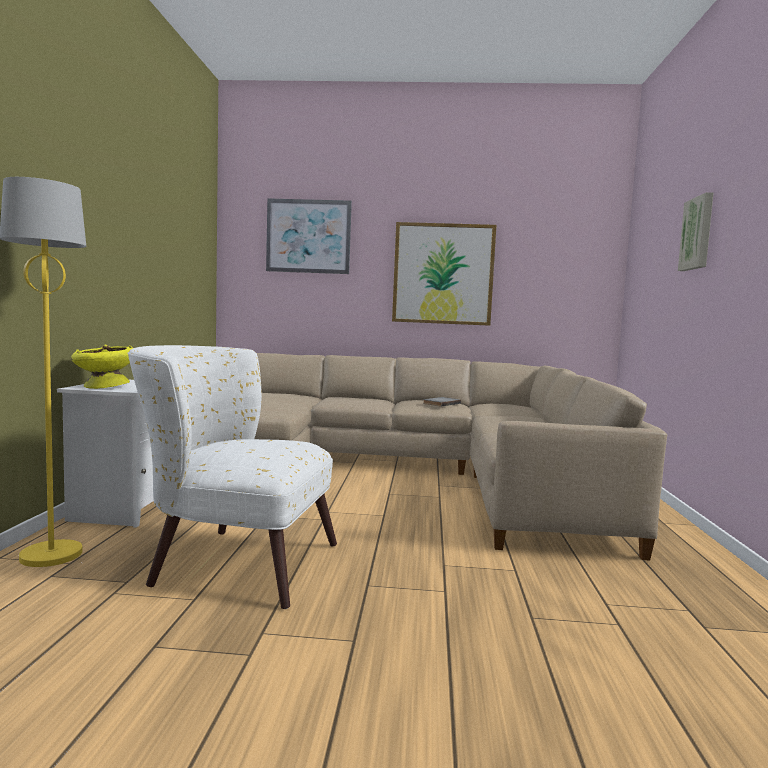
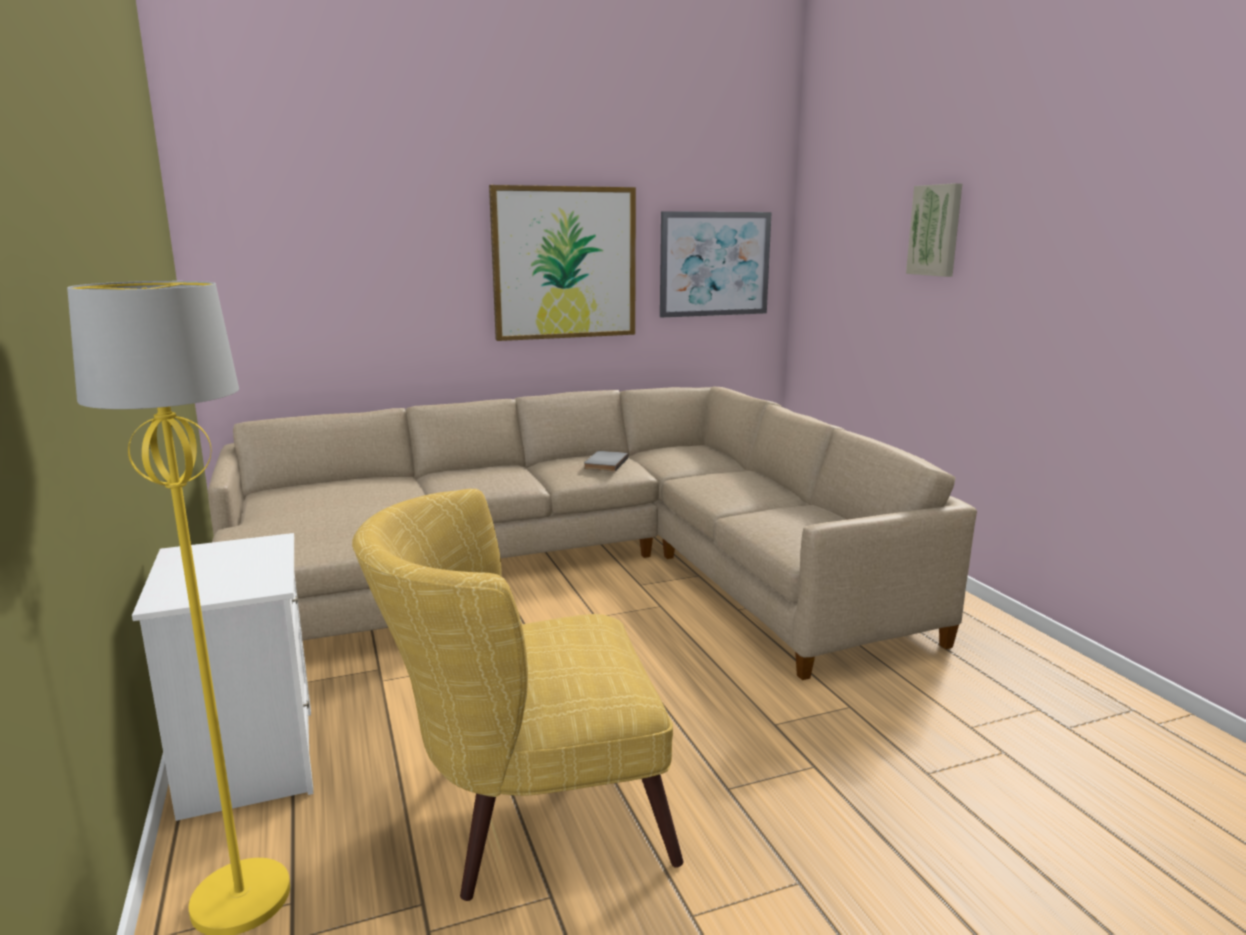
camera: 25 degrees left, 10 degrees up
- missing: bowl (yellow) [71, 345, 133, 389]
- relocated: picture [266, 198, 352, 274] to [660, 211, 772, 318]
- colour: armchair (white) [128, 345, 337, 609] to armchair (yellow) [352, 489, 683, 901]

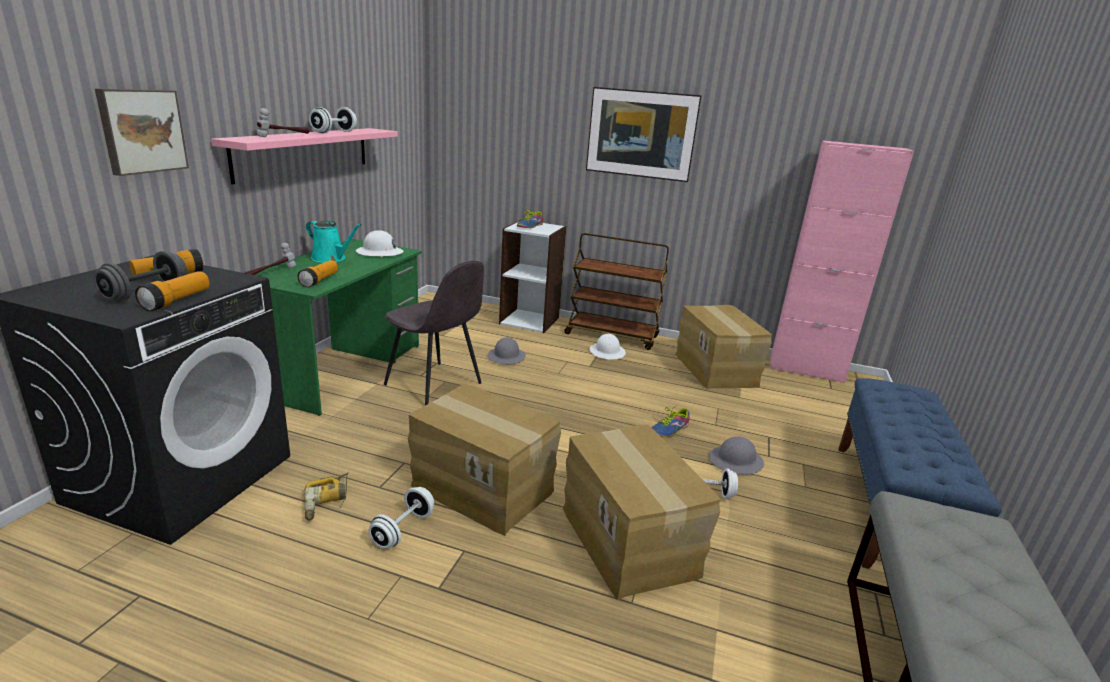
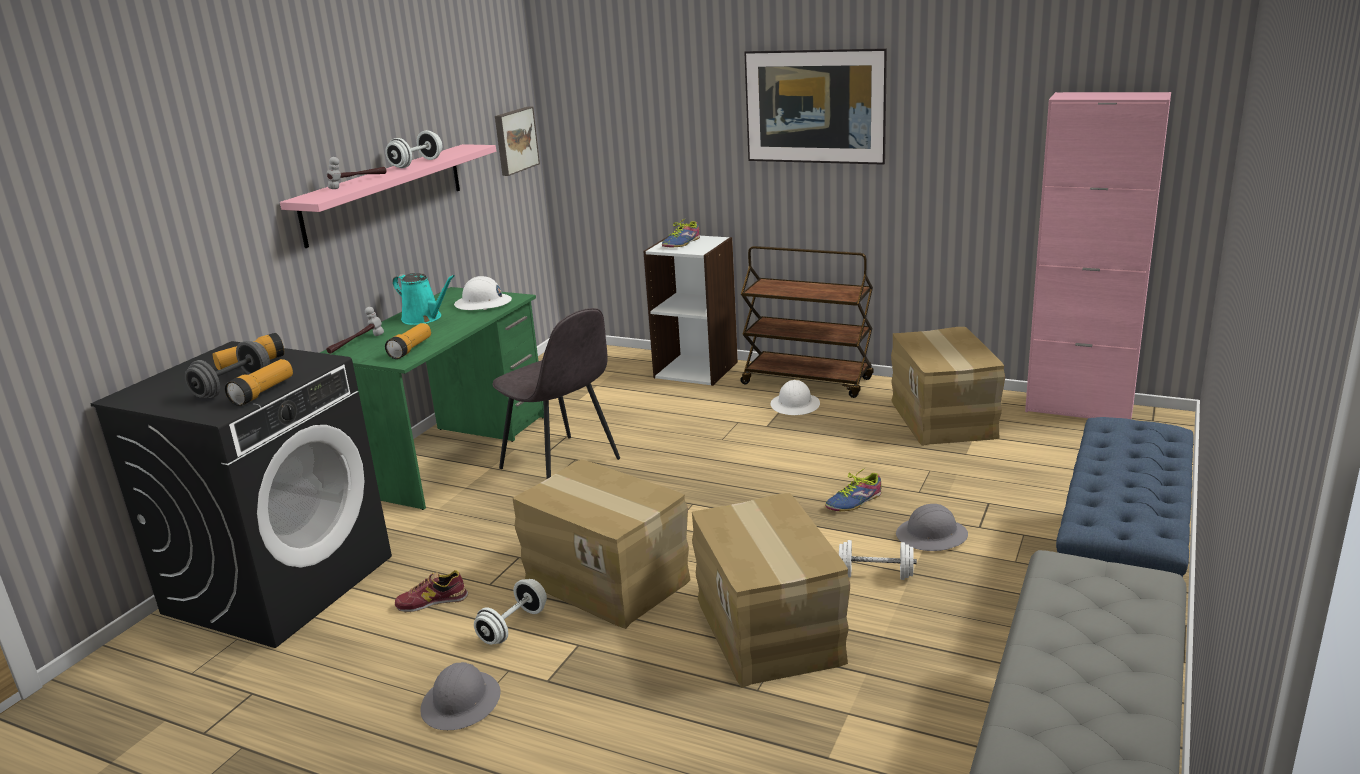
camera: 10 degrees right, 0 degrees up
- relocated: picture [95, 88, 189, 176] to [495, 107, 540, 176]
- relocated: hard hat (grey) [488, 337, 526, 365] to [420, 662, 501, 730]
- exchanged: power drill [304, 473, 349, 520] to shoe [395, 570, 468, 612]

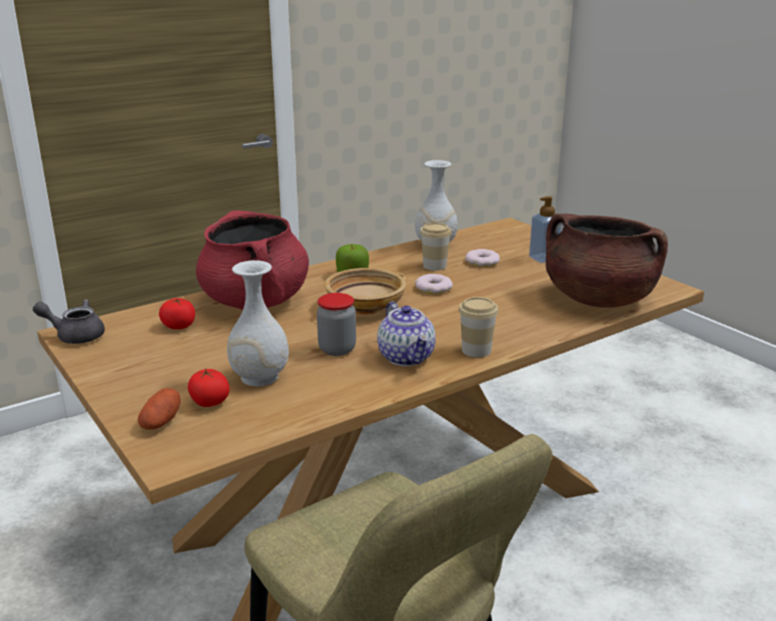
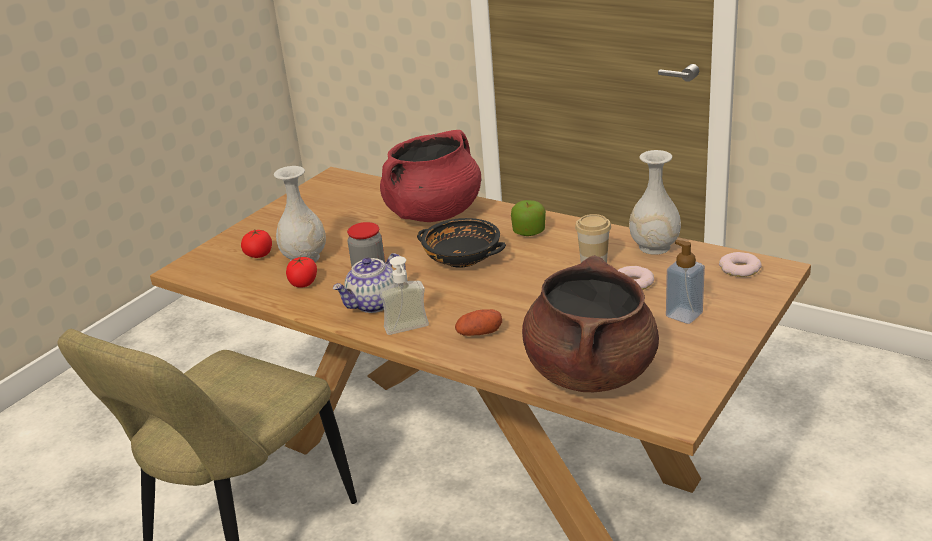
camera: 70 degrees right, 5 degrees up
- missing: teapot (grey) [33, 299, 105, 344]
- relocated: potato [138, 388, 180, 430] to [455, 309, 502, 336]
- relocated: tomato [159, 298, 195, 329] to [286, 257, 317, 287]
- relocated: donut [415, 274, 453, 294] to [719, 252, 762, 277]
- exchanged: cup [458, 297, 498, 357] to soap dispenser [379, 256, 429, 335]
- colour: bowl (beige) [325, 268, 406, 315] to bowl (black) [417, 218, 506, 268]

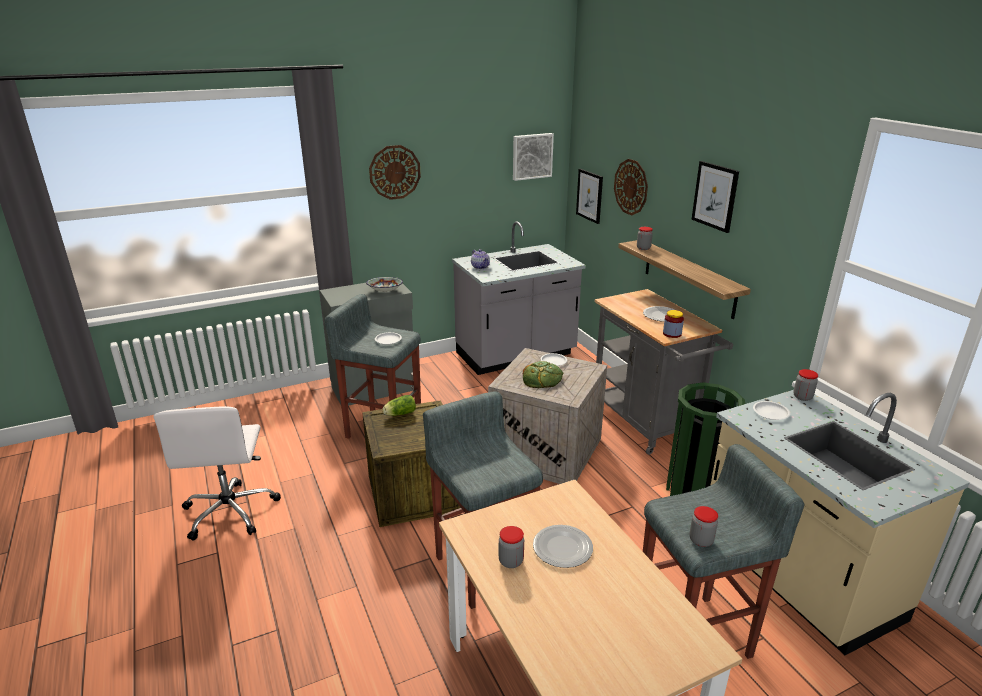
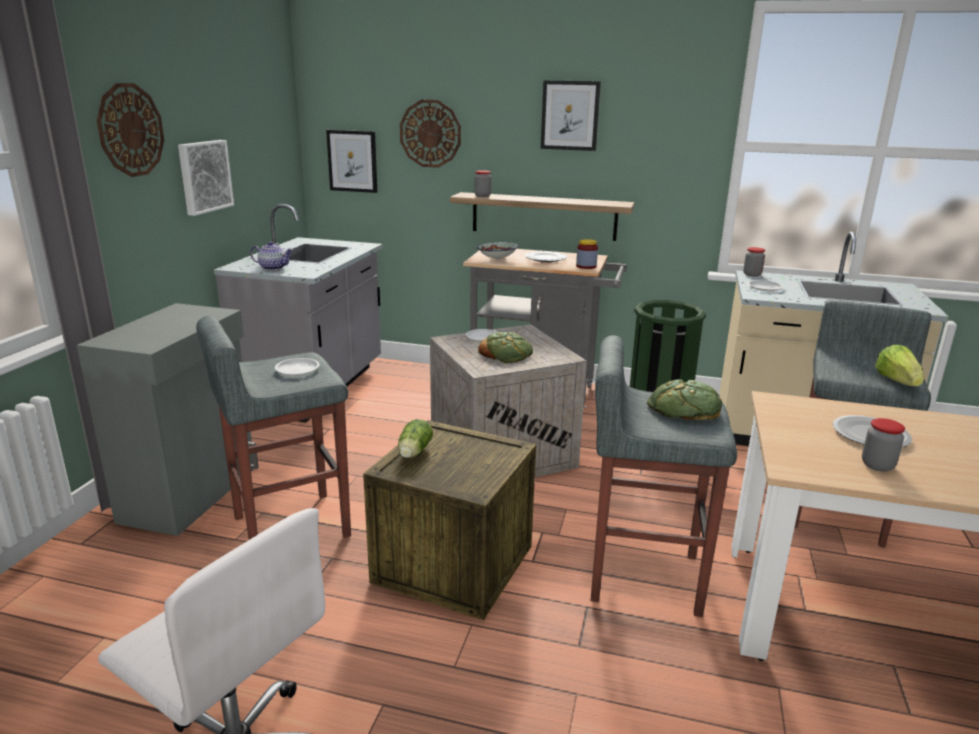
camera: 50 degrees left, 5 degrees down
- appeared: bread [647, 379, 722, 420]
- relocated: bowl [366, 277, 403, 292] to [477, 242, 519, 260]
- relocated: picture [513, 133, 554, 181] to [178, 140, 234, 216]
- exchanged: jar [690, 506, 718, 547] to lettuce [875, 345, 924, 386]

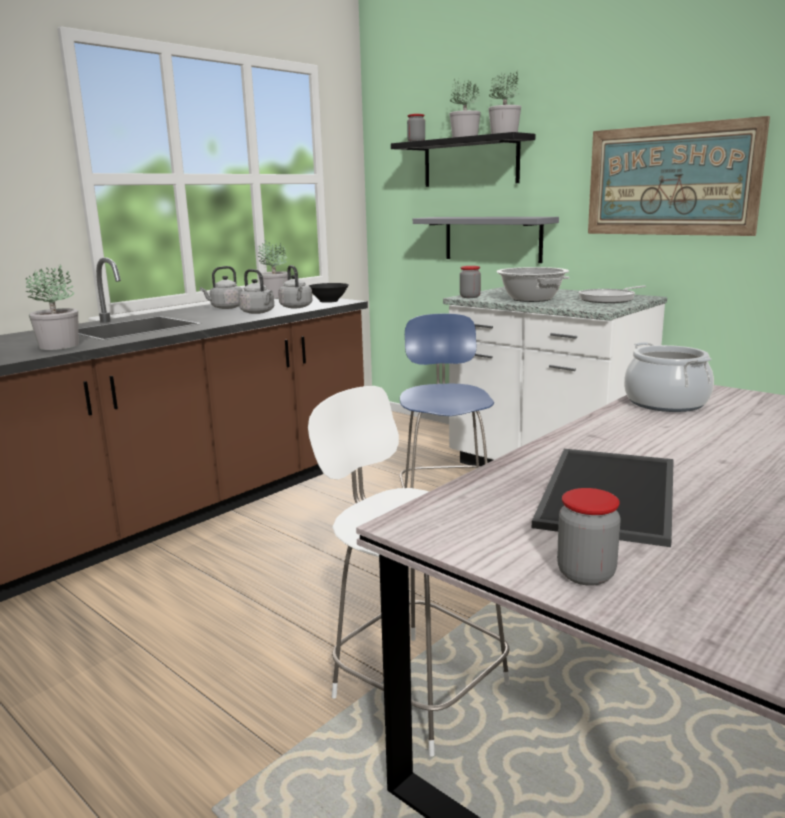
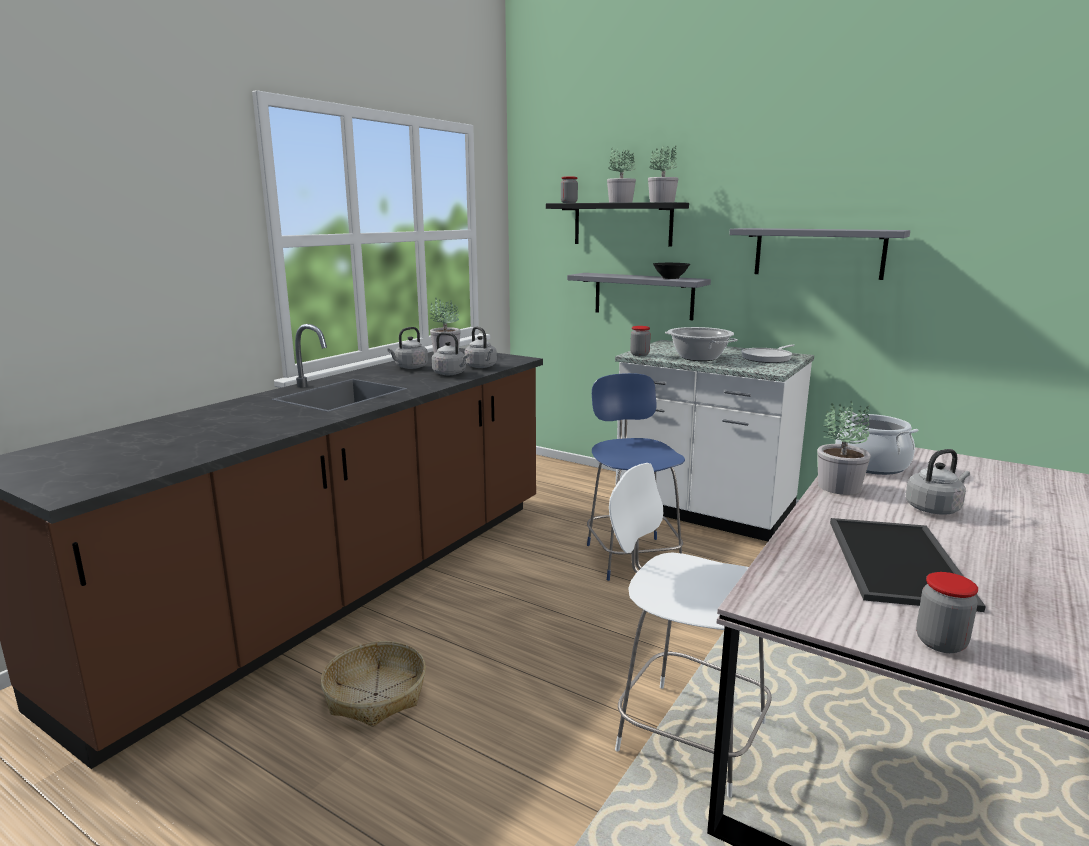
camera: 10 degrees left, 0 degrees up
- appeared: basket [321, 641, 426, 727]
- appeared: kettle (grey) [905, 449, 970, 515]
- relocated: potted plant [26, 265, 79, 350] to [817, 401, 871, 495]
- relocated: bowl (black) [309, 283, 349, 303] to [653, 263, 690, 279]
- exchanged: picture [588, 116, 770, 236] to shelf (grey) [729, 228, 910, 280]

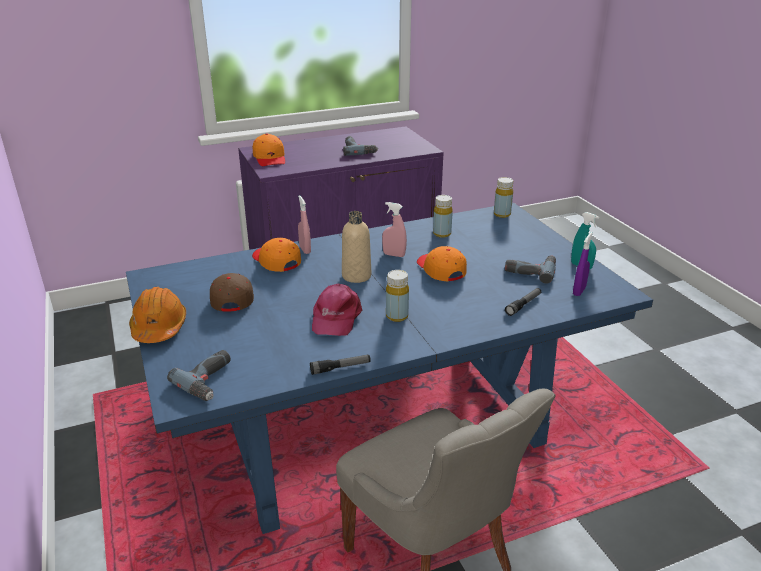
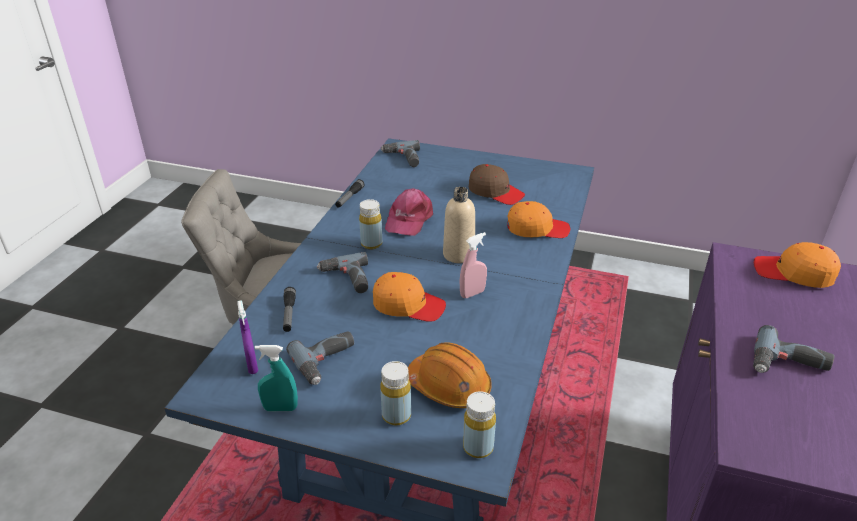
camera: 130 degrees right, 5 degrees up
- missing: spray bottle (pink) [298, 195, 311, 254]
- appeared: power drill [317, 252, 368, 293]
- relocated: hard hat (orange) [129, 287, 186, 343] to [408, 342, 492, 408]
- relocated: bottle (yellow) [433, 195, 453, 238] to [380, 361, 411, 426]
- spun: cap (pink) [312, 284, 362, 336] = [385, 188, 433, 236] 120 degrees counterclockwise

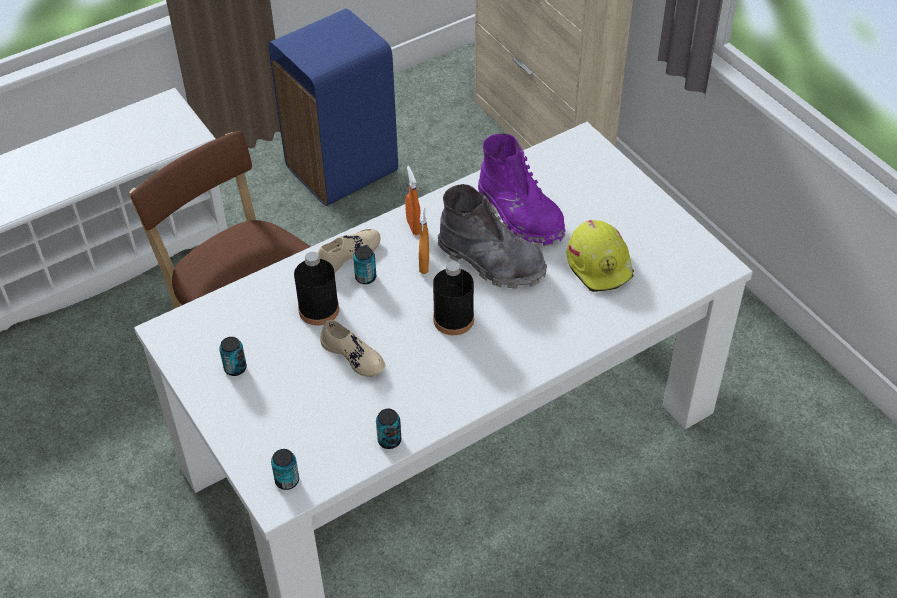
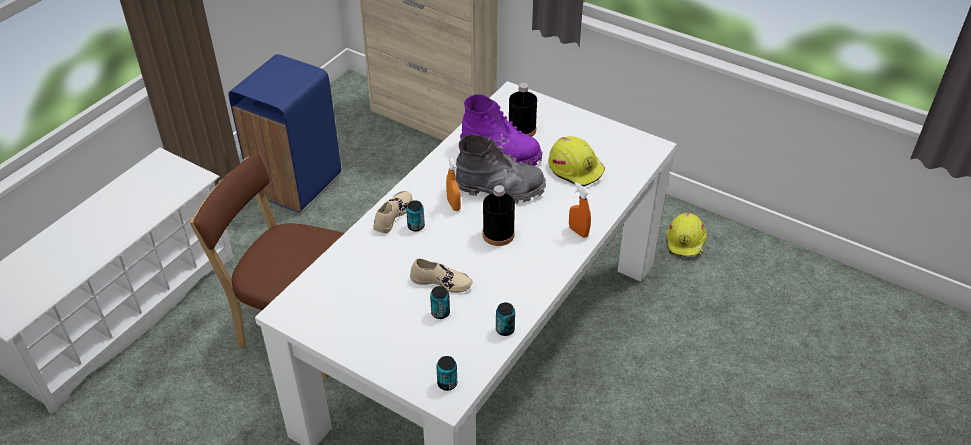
camera: 25 degrees left, 5 degrees down
- appeared: hard hat (yellow) [667, 213, 707, 257]
- relocated: can [219, 337, 247, 376] to [430, 286, 450, 319]
- relocated: bottle (black) [294, 252, 339, 325] to [509, 83, 537, 137]
- relocated: spray bottle (orange) [405, 166, 421, 235] to [569, 182, 591, 238]

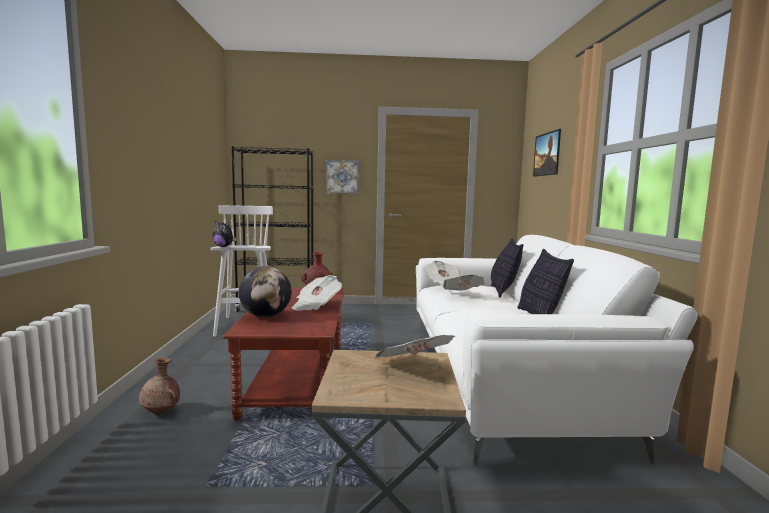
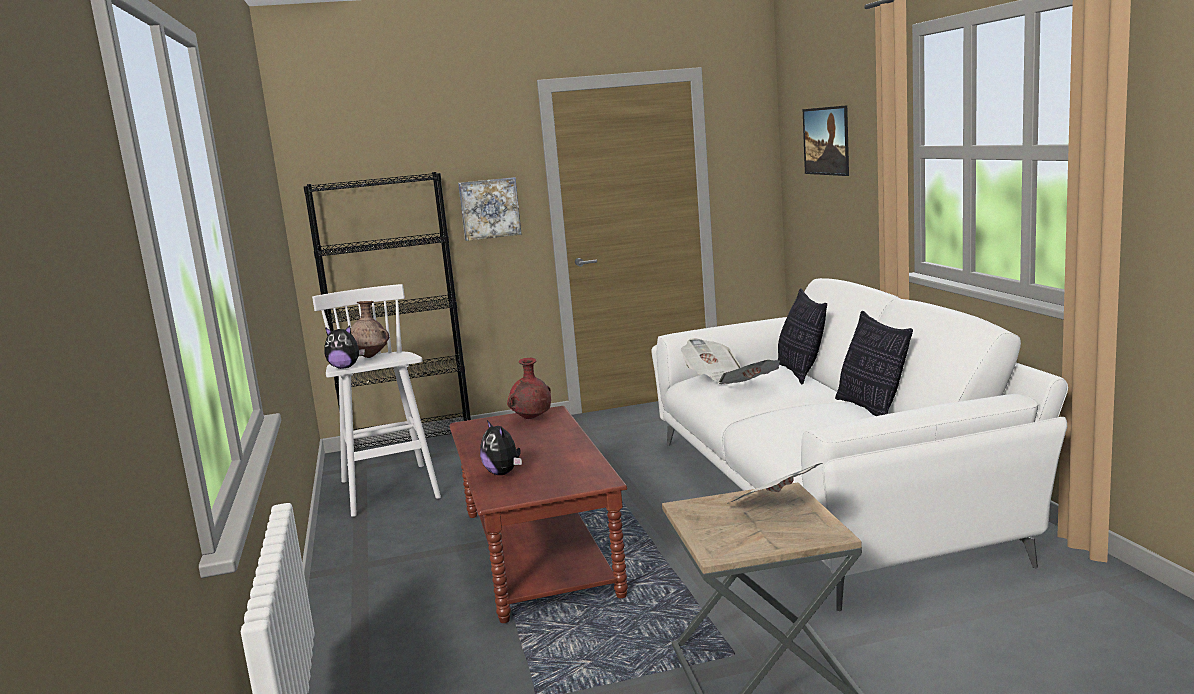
camera: 10 degrees left, 5 degrees up
- missing: newspaper [292, 275, 342, 311]
- relocated: vase (brown) [139, 358, 180, 415] to [351, 301, 389, 358]
- exchanged: globe [239, 266, 292, 317] to plush toy [480, 420, 522, 475]

